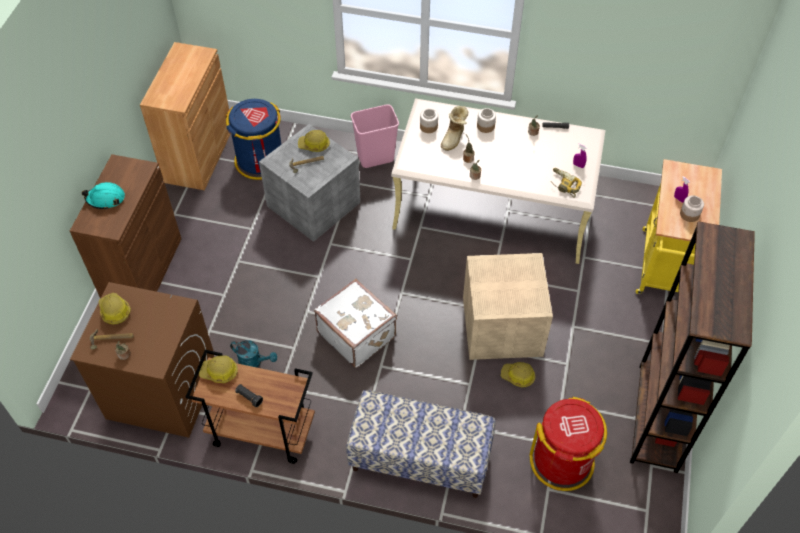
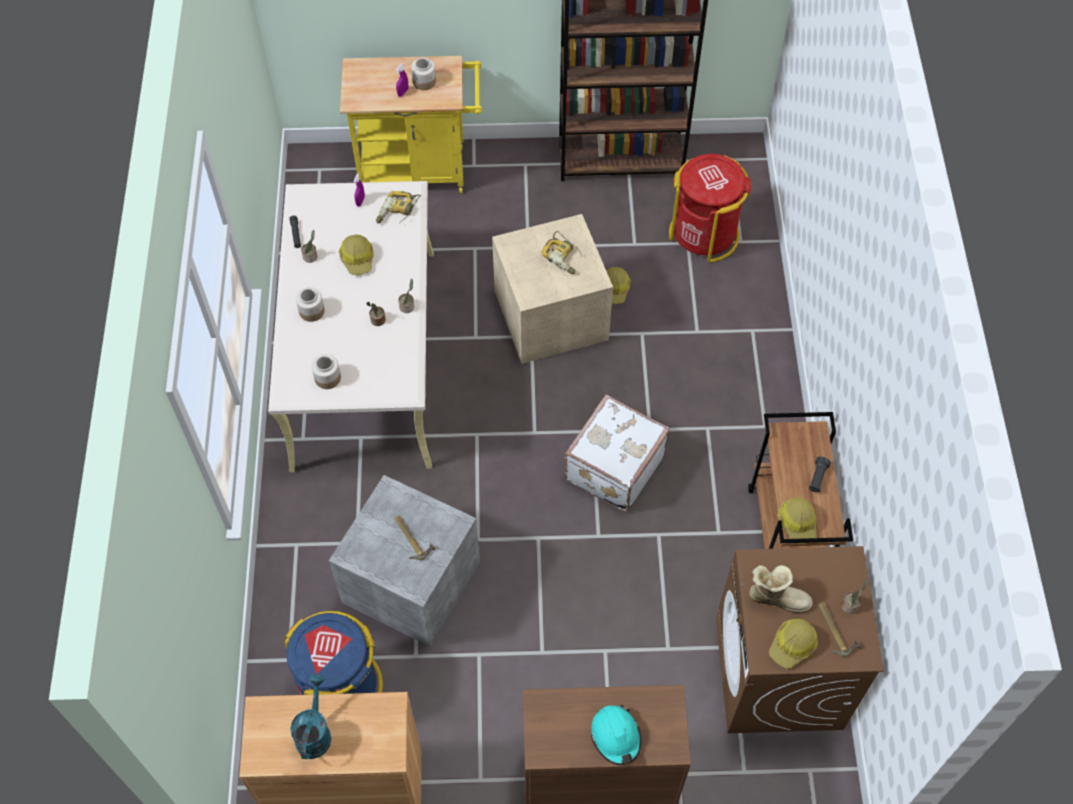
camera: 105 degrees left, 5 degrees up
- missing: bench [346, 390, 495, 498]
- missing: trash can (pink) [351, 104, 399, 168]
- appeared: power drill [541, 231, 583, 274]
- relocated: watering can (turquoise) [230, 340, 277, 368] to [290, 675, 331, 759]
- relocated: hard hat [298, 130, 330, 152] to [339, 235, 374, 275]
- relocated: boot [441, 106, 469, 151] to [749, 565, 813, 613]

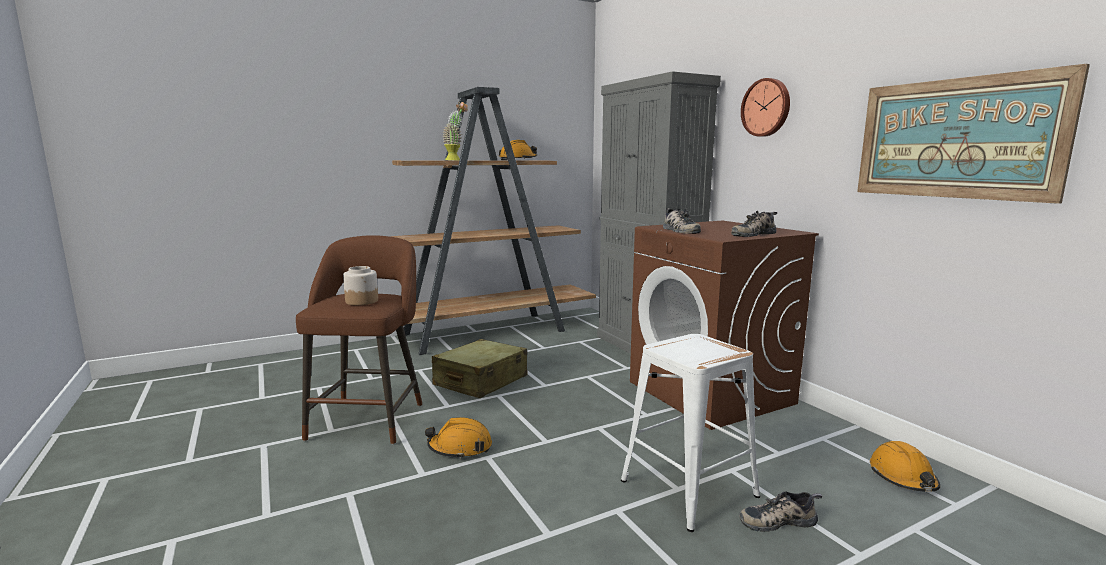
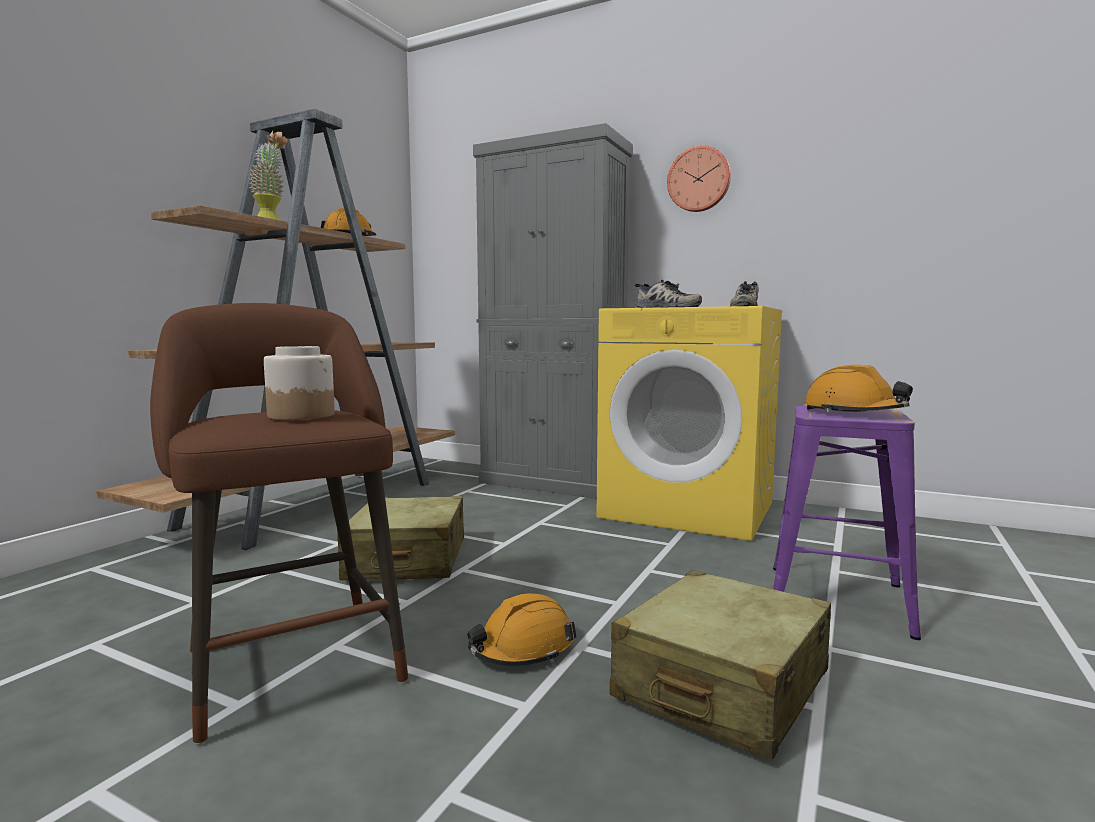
camera: 35 degrees left, 5 degrees down
- missing: shoe [739, 491, 822, 532]
- missing: picture [857, 64, 1090, 204]
- appeared: suitcase (beige) [610, 570, 831, 761]
- relocated: hard hat (orange) [870, 441, 940, 492] to [804, 365, 913, 412]
- colour: stool (white) [621, 334, 760, 532] to stool (purple) [773, 406, 921, 640]
- colour: washing machine (brown) [630, 221, 819, 430] to washing machine (yellow) [597, 306, 782, 541]

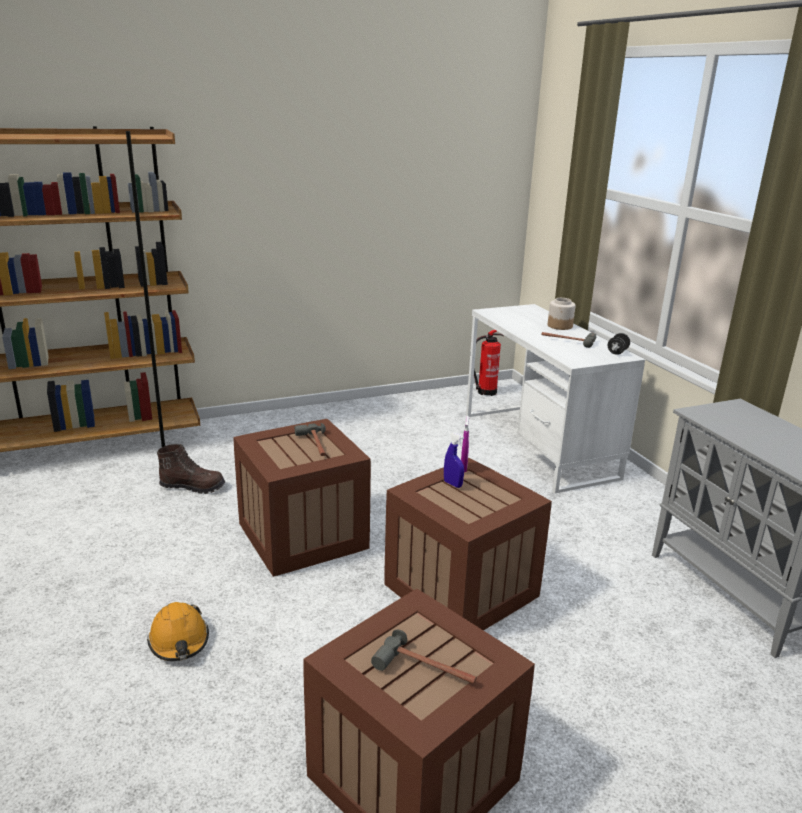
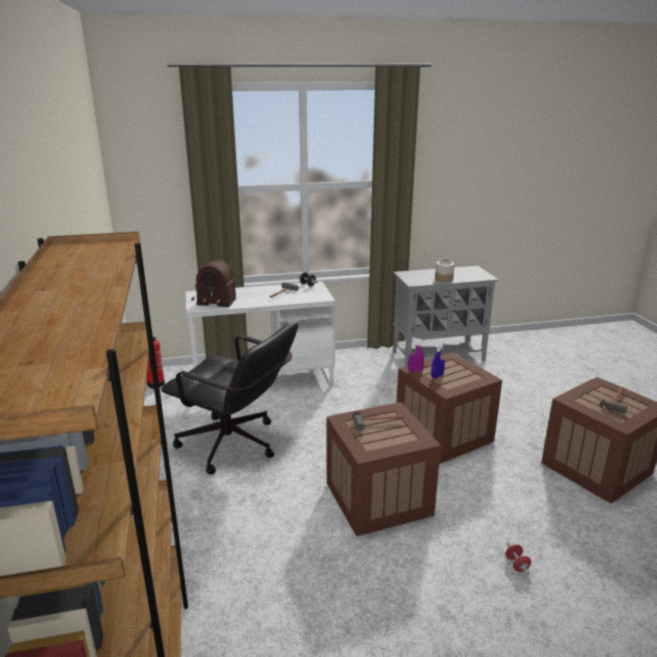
camera: 80 degrees left, 0 degrees up
- missing: boot (brown) [157, 444, 225, 494]
- appeared: office chair (black) [161, 321, 298, 474]
- appeared: radio [191, 260, 236, 307]
- relocated: jar [548, 298, 576, 330] to [435, 259, 455, 282]
- exchanged: hard hat (orange) [147, 602, 209, 661] to dumbbell (red) [505, 542, 531, 575]

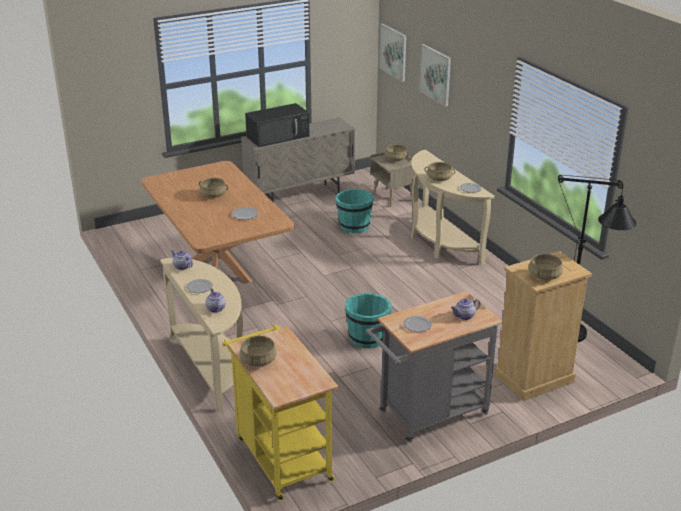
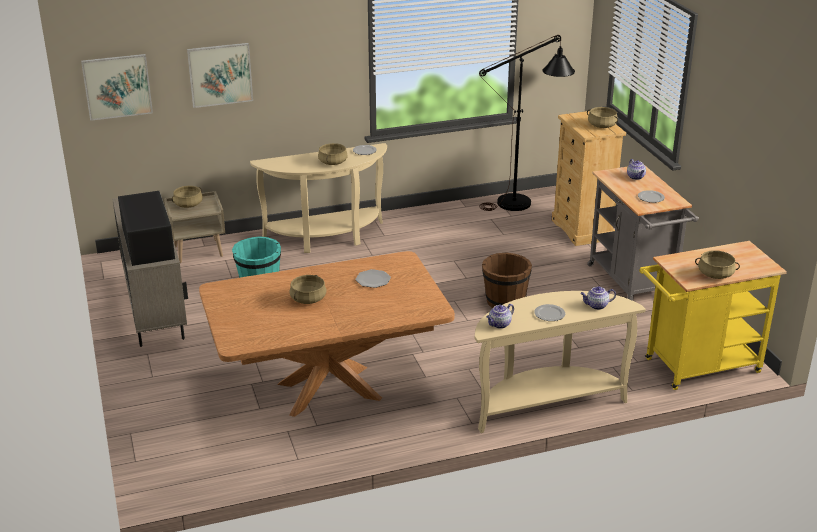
camera: 80 degrees left, 0 degrees up
- colour: bucket (turquoise) [345, 293, 391, 348] to bucket (brown) [482, 253, 532, 308]

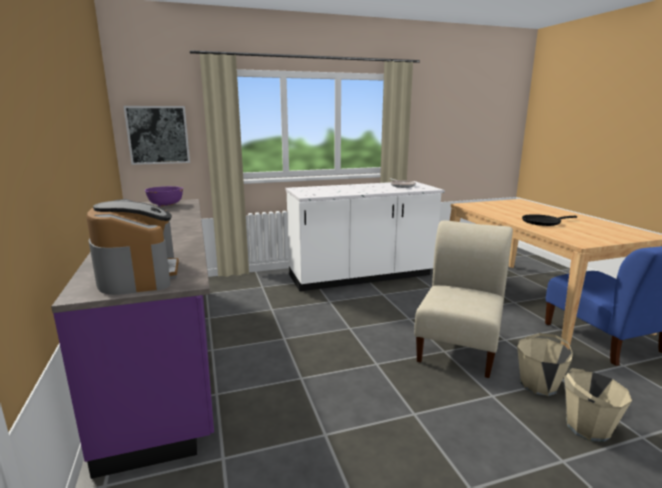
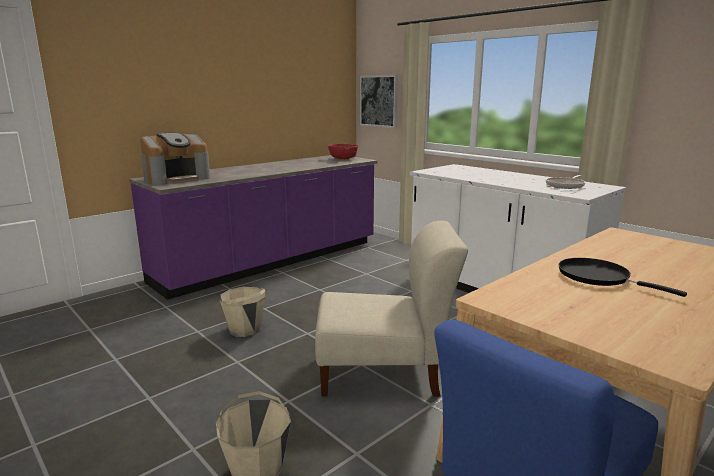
camera: 65 degrees right, 0 degrees up
- relocated: bucket (beige) [517, 333, 573, 396] to [219, 287, 266, 337]
- colour: bowl (purple) [145, 186, 183, 207] to bowl (red) [328, 144, 358, 160]

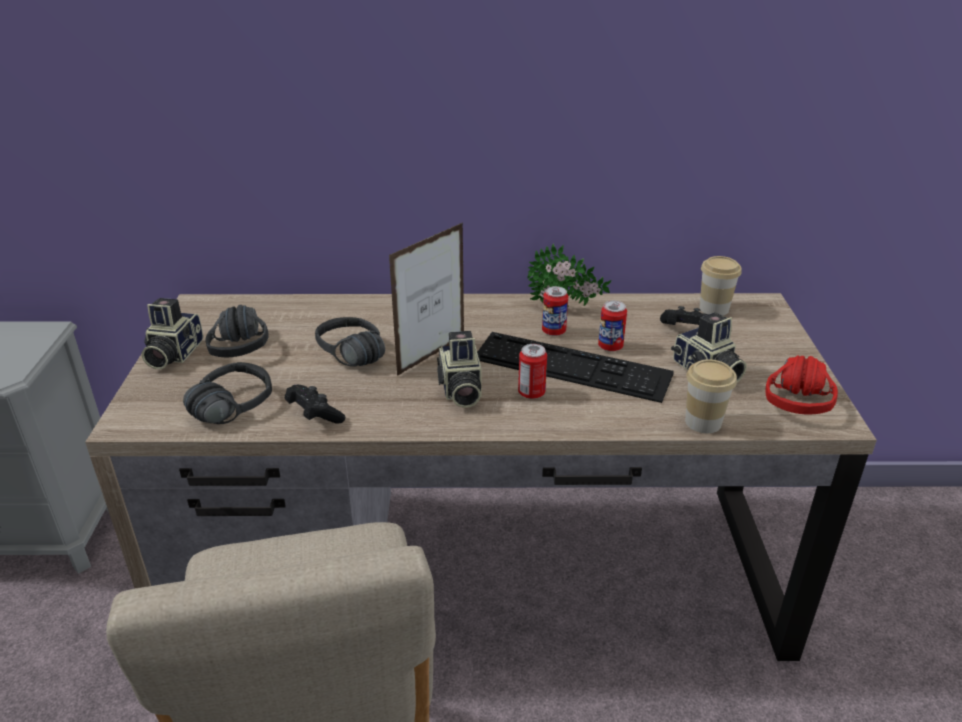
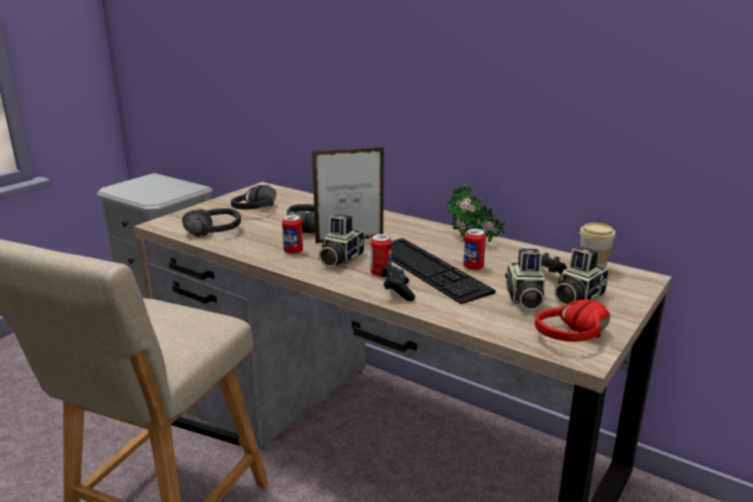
camera: 35 degrees right, 10 degrees down
- missing: cup [685, 359, 737, 433]
- relocated: photo camera [142, 298, 203, 369] to [554, 247, 609, 305]
- relocated: game controller (black) [285, 385, 345, 424] to [380, 265, 415, 301]
- relocated: can [542, 286, 568, 336] to [282, 215, 303, 254]

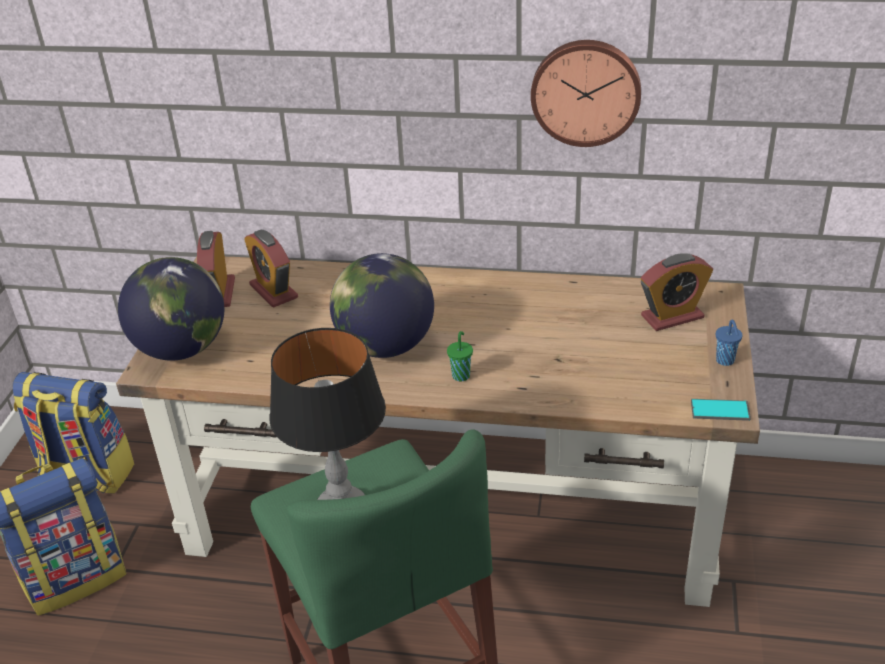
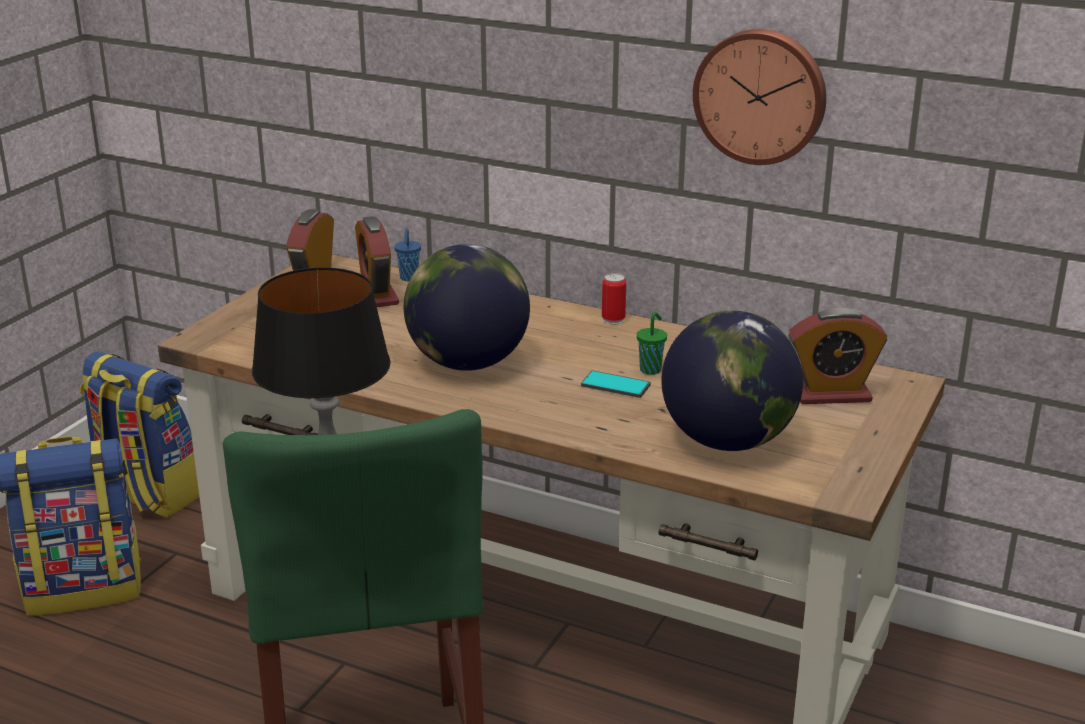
camera: 15 degrees right, 10 degrees down
- appeared: can [602, 273, 626, 325]
- relocated: globe [118, 257, 224, 360] to [662, 311, 803, 451]
- relocated: cup (green) [447, 331, 473, 381] to [637, 312, 667, 375]
- relocated: phone [691, 399, 751, 421] to [581, 371, 651, 398]
- relocated: cup (blue) [716, 319, 743, 366] to [394, 228, 421, 281]

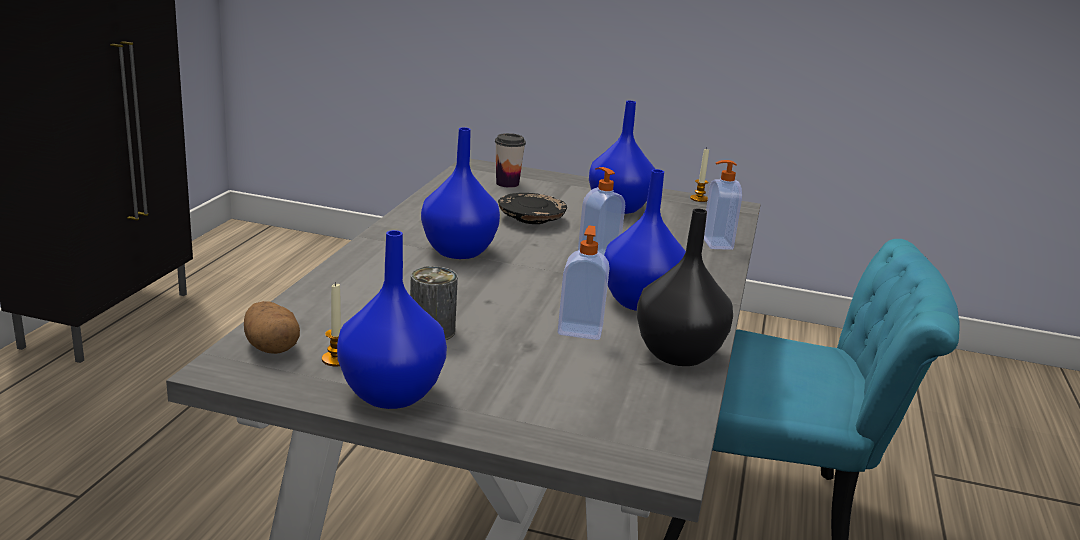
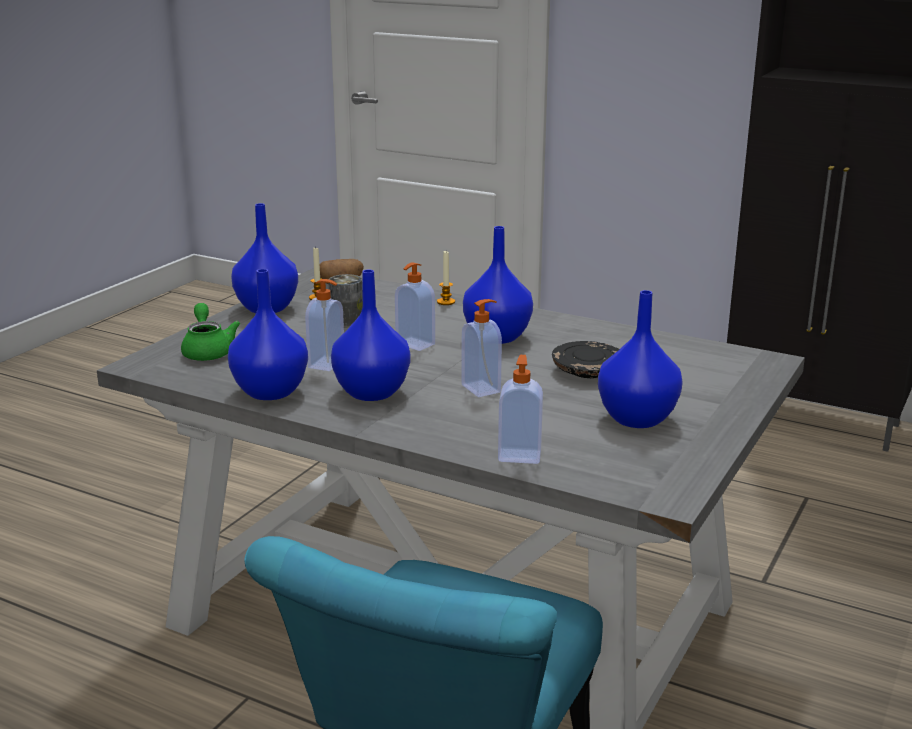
camera: 105 degrees right, 0 degrees up
- missing: cup [495, 133, 526, 188]
- appeared: teapot (green) [181, 303, 240, 361]
- appeared: soap dispenser [395, 262, 435, 351]
- relocated: candle [690, 148, 709, 202] to [437, 251, 455, 305]
- colour: vase (black) [636, 208, 733, 366] to vase (blue) [228, 269, 308, 400]

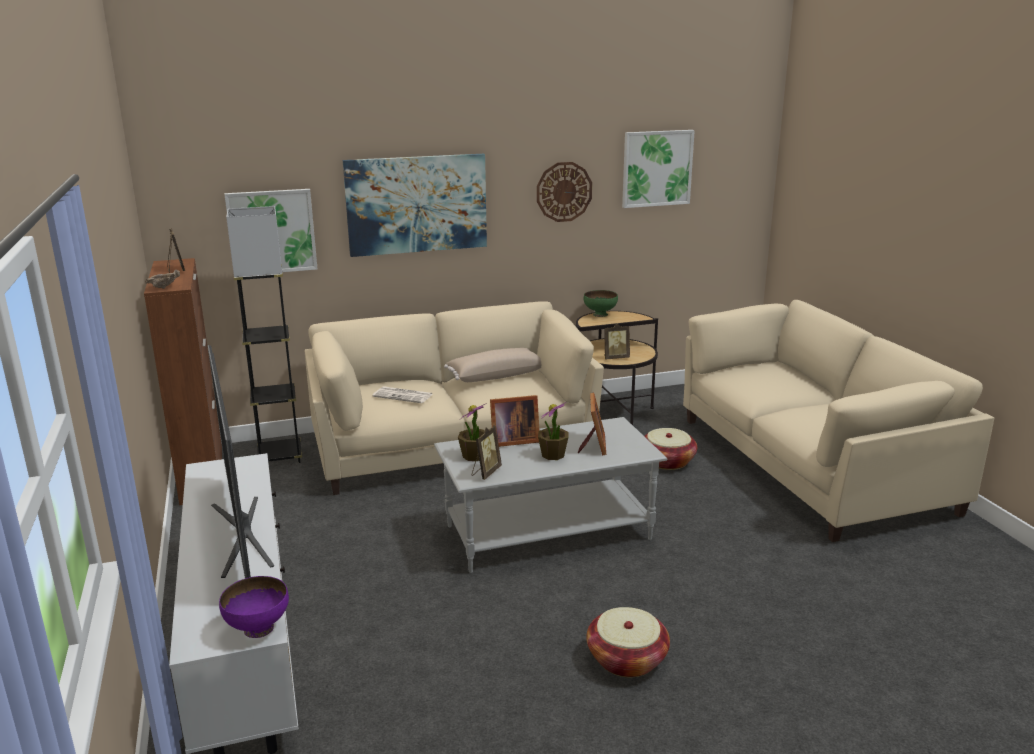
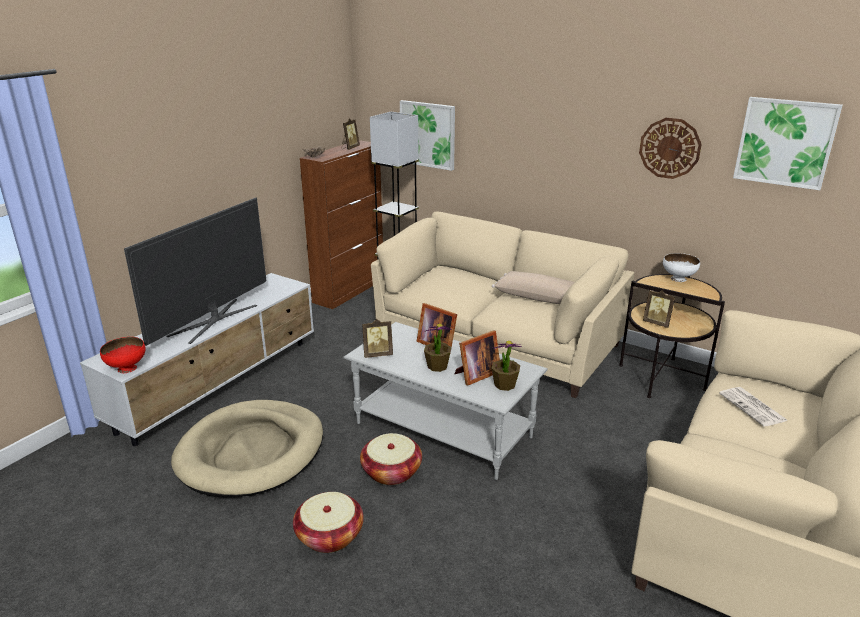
camera: 50 degrees right, 5 degrees up
- missing: picture [343, 154, 487, 257]
- appeared: dog bed (beige) [171, 400, 323, 498]
- relocated: newspaper [373, 386, 433, 403] to [719, 387, 788, 426]
- relocated: potted plant [458, 403, 487, 461] to [491, 341, 522, 391]
- relocated: basket [644, 428, 697, 470] to [360, 433, 422, 485]
- colour: bowl (purple) [219, 576, 289, 638] to bowl (red) [100, 337, 146, 373]
- colour: bowl (green) [584, 290, 618, 317] to bowl (white) [663, 253, 700, 282]

